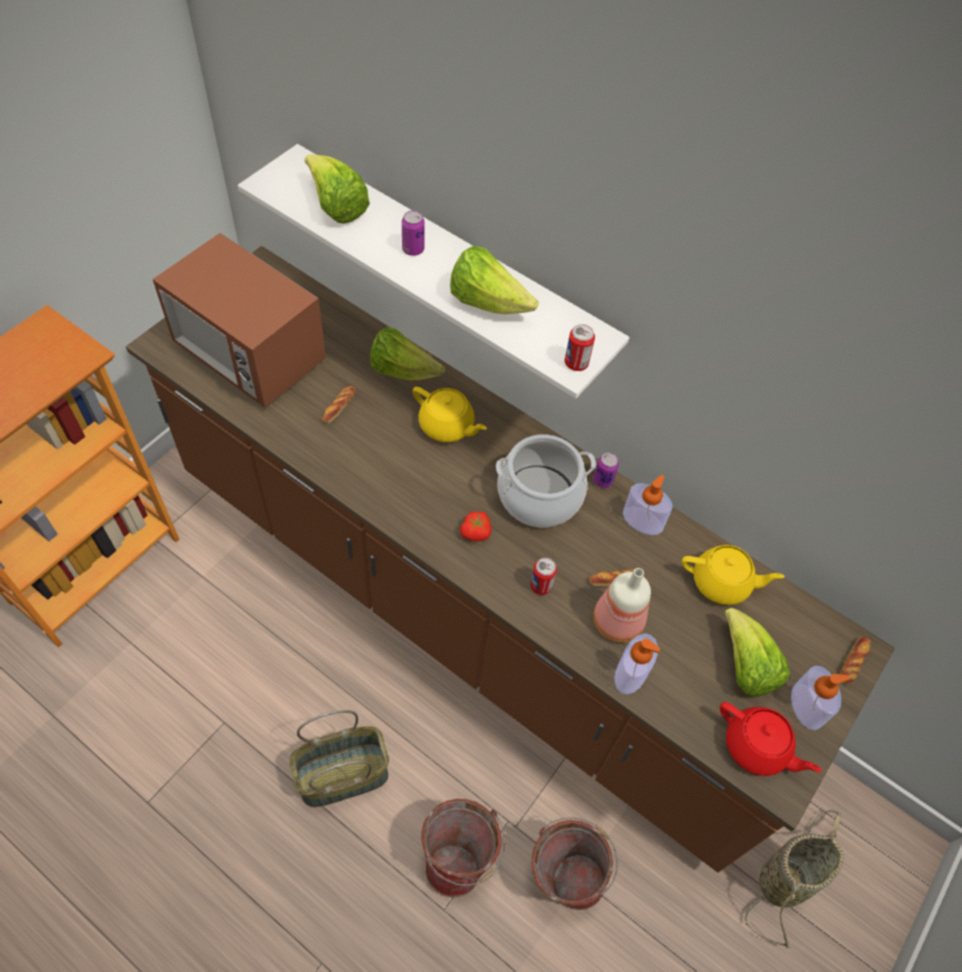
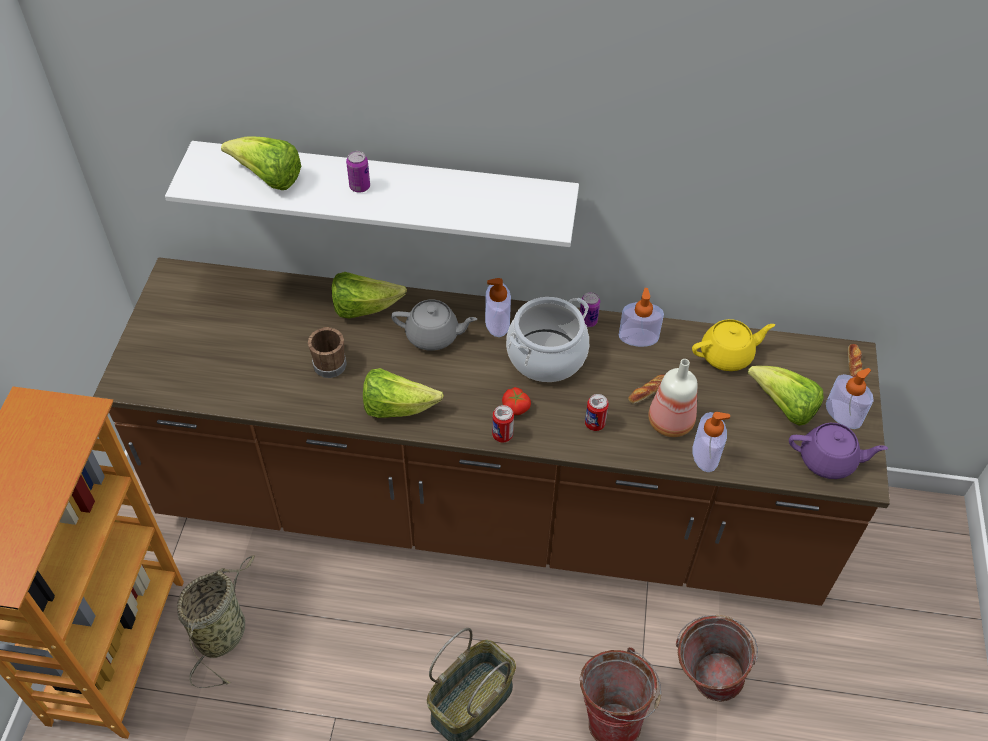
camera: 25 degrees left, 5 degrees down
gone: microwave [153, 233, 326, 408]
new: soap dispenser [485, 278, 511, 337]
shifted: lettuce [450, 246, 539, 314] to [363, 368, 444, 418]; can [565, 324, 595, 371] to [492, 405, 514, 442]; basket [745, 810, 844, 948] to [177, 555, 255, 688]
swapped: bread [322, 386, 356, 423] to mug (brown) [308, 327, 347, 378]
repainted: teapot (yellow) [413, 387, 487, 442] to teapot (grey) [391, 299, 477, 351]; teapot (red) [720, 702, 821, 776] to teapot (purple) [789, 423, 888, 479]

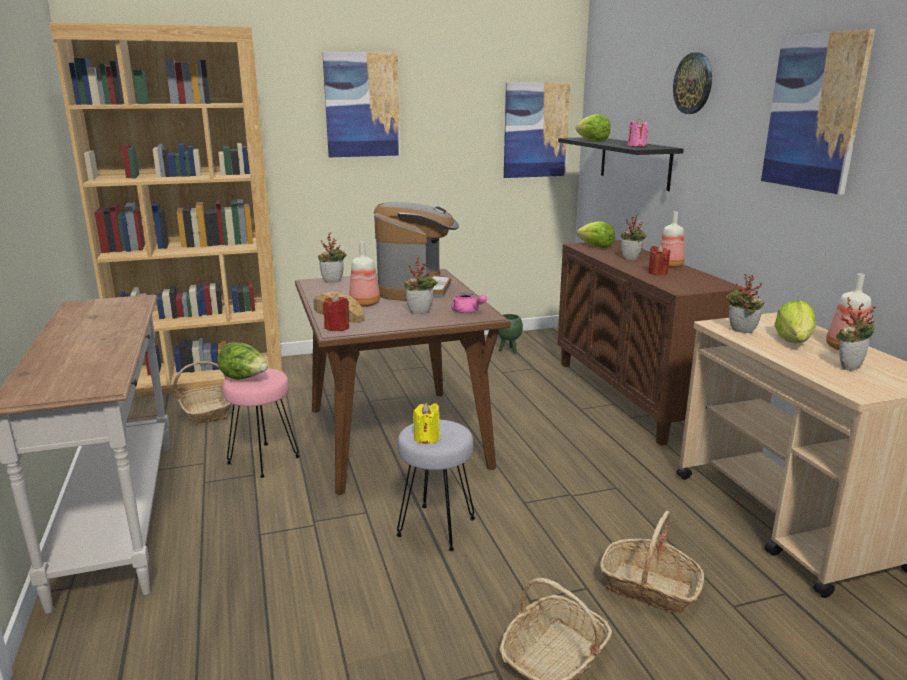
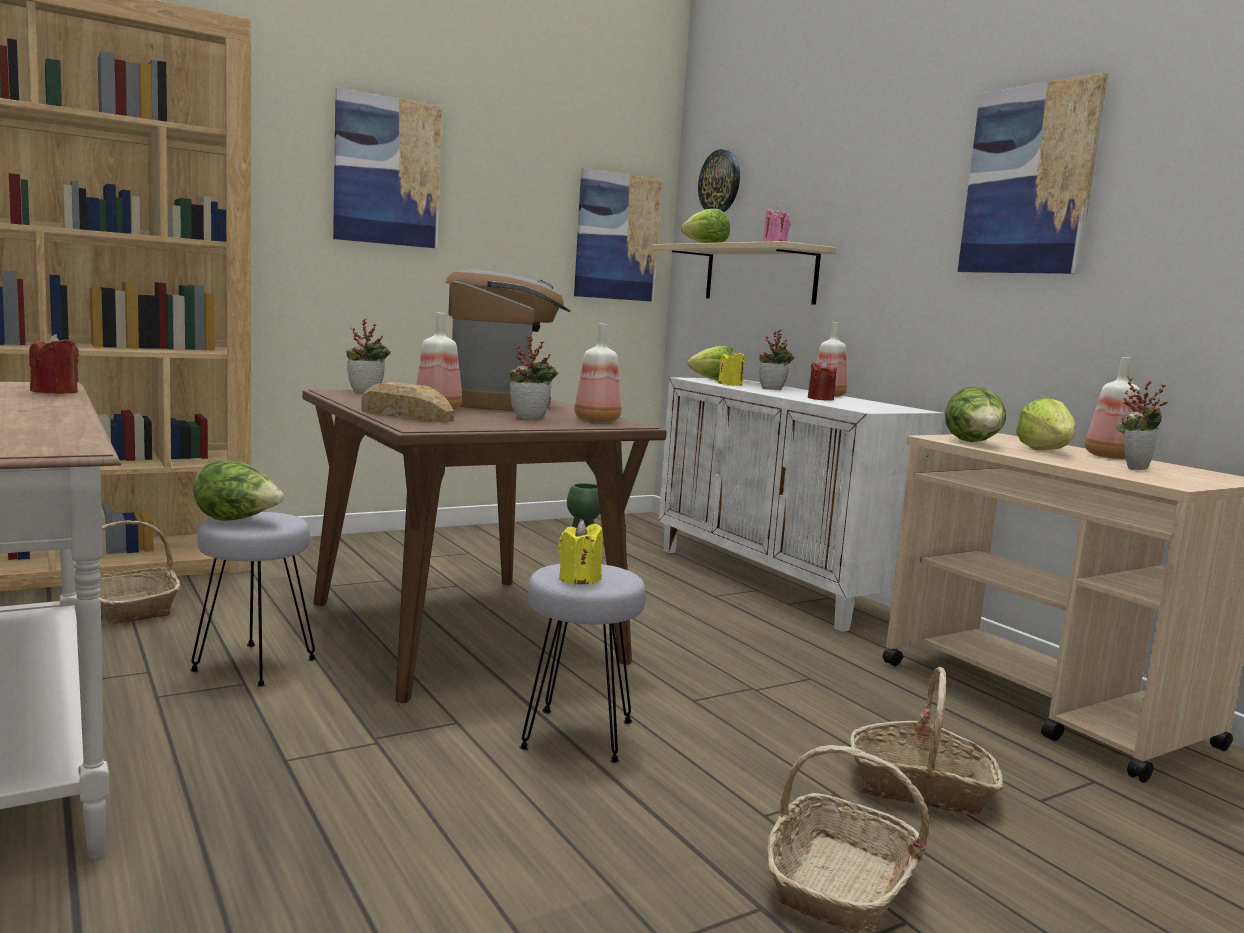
camera: 15 degrees left, 10 degrees down
new: candle (yellow) [718, 350, 746, 386]
shifted: wall clock [673, 53, 712, 114] to [698, 149, 740, 212]; candle (red) [323, 294, 349, 331] to [29, 334, 79, 394]
swapped: potted plant [726, 274, 764, 333] to lettuce [945, 386, 1006, 442]; teapot (pink) [452, 293, 487, 313] to bottle [574, 324, 621, 422]
repainted: shelf (black) [558, 137, 684, 191] to shelf (beige) [652, 241, 836, 305]; cabinet (brown) [558, 240, 747, 446] to cabinet (white) [659, 377, 944, 632]; stool (pink) [223, 368, 300, 478] to stool (grey) [190, 512, 317, 687]

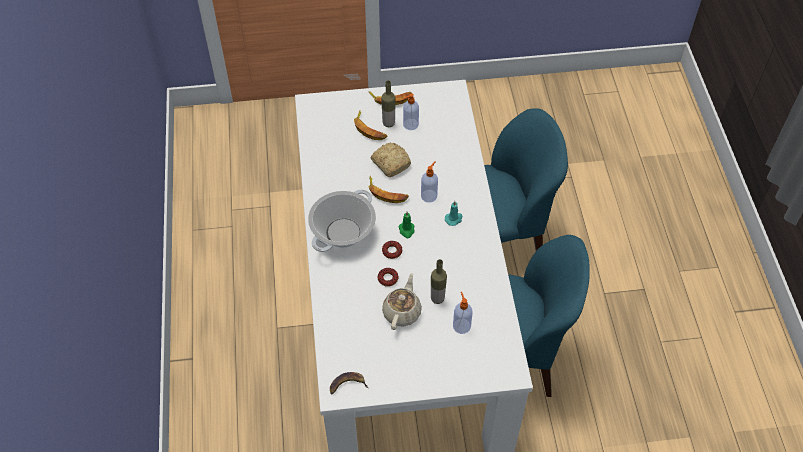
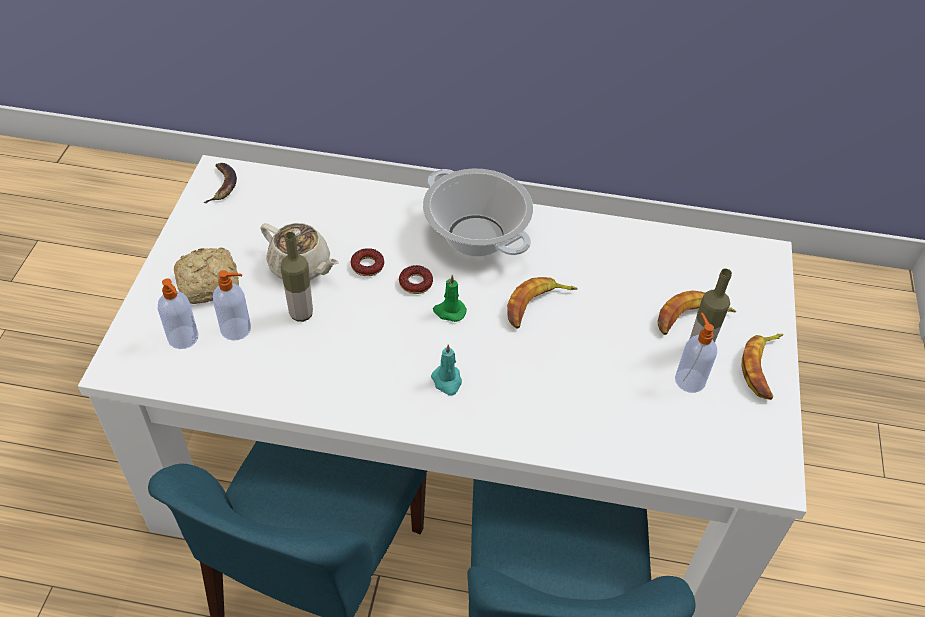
camera: 105 degrees right, 5 degrees down
shifted: bread [371, 143, 411, 177] to [174, 247, 239, 304]; soap dispenser [421, 161, 438, 203] to [158, 278, 198, 349]

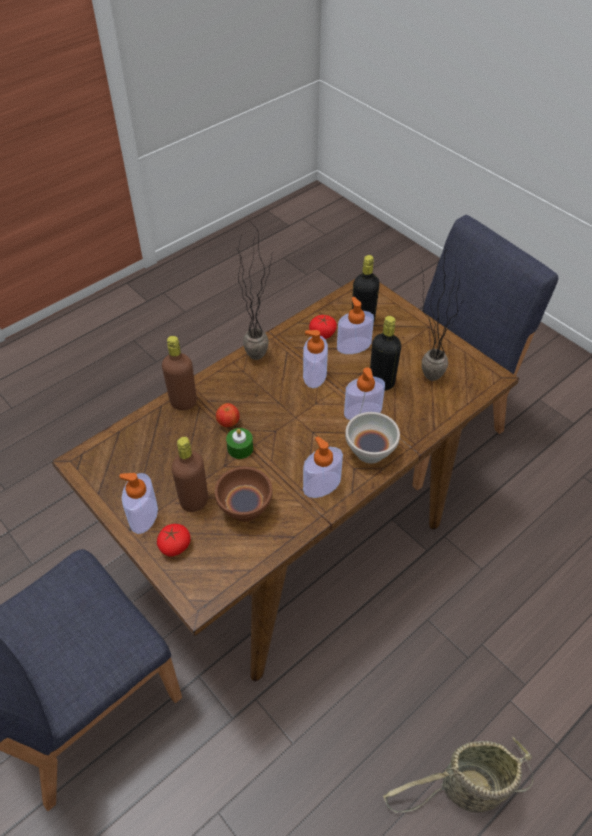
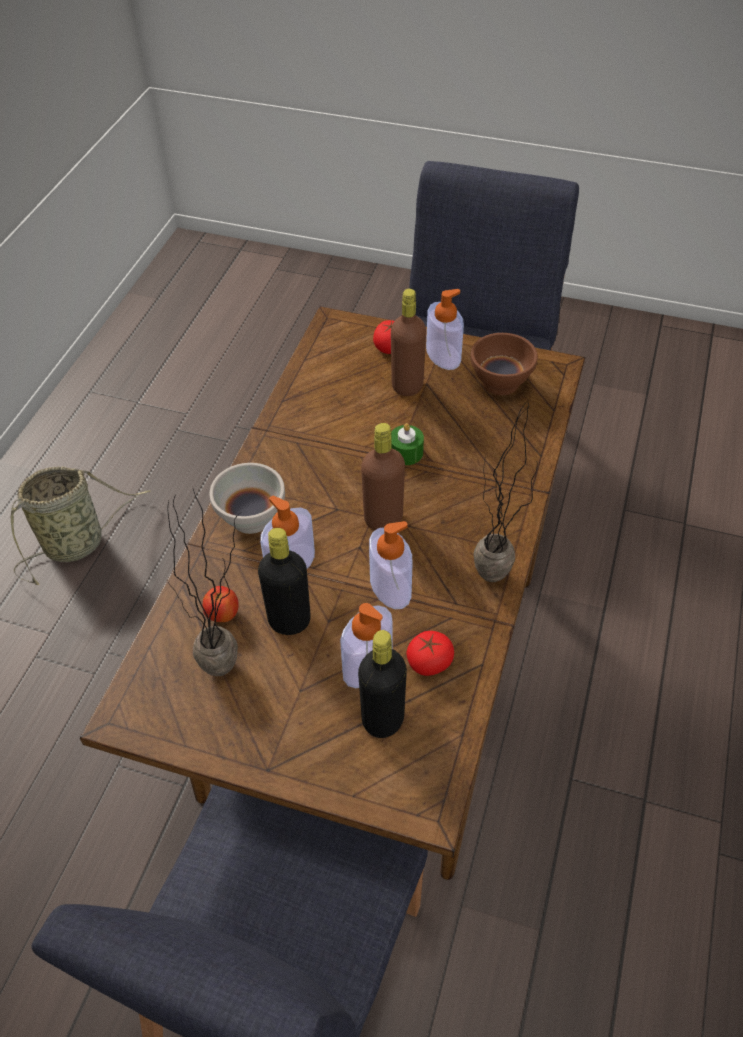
camera: 150 degrees right, 0 degrees up
gone: soap dispenser [303, 436, 343, 498]
shifted: bottle (brown) [162, 336, 197, 410] to [361, 423, 405, 530]; apple [216, 403, 240, 427] to [203, 586, 239, 622]; bowl (brown) [215, 467, 273, 522] to [471, 333, 538, 395]

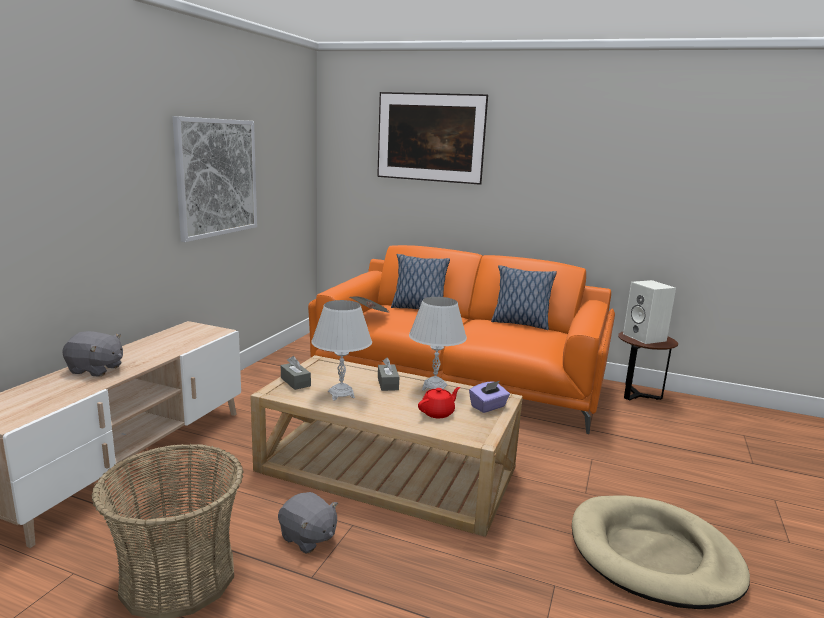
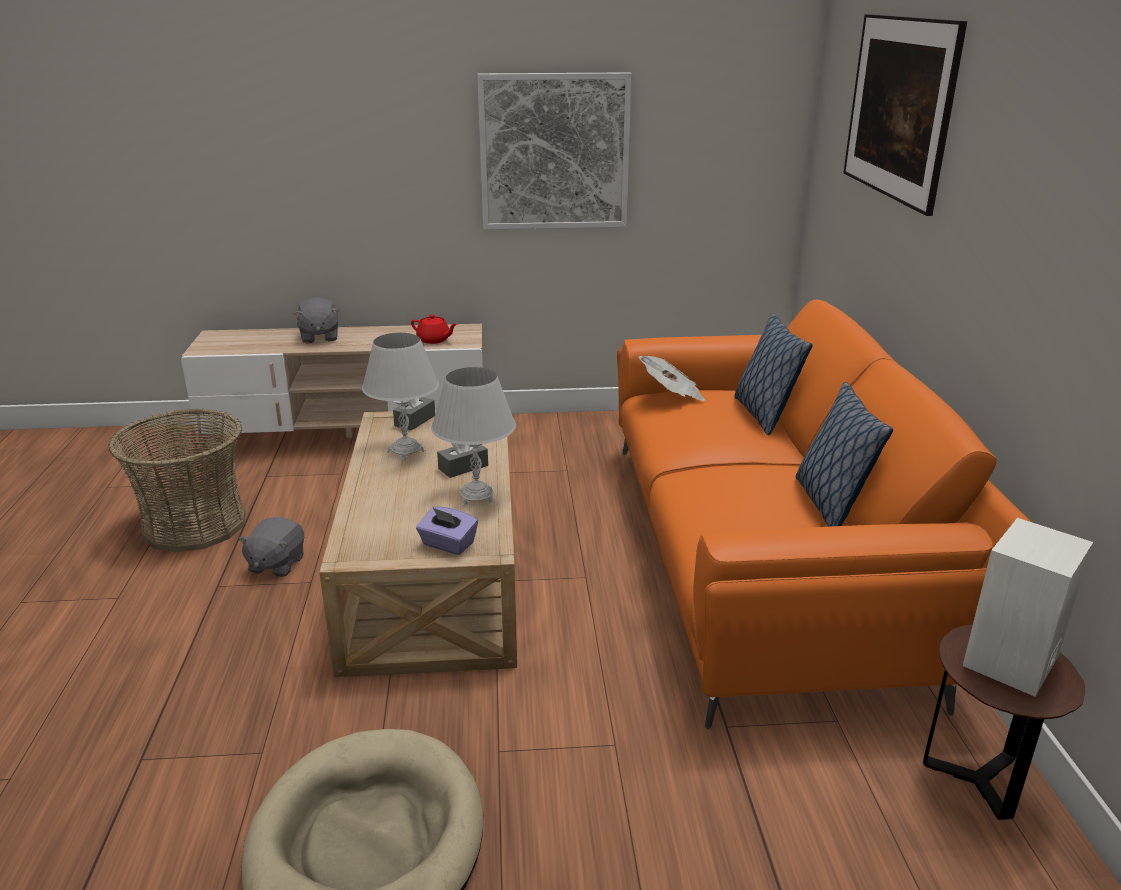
camera: 65 degrees right, 10 degrees up
shifted: teapot (red) [418, 387, 460, 418] to [411, 315, 457, 344]

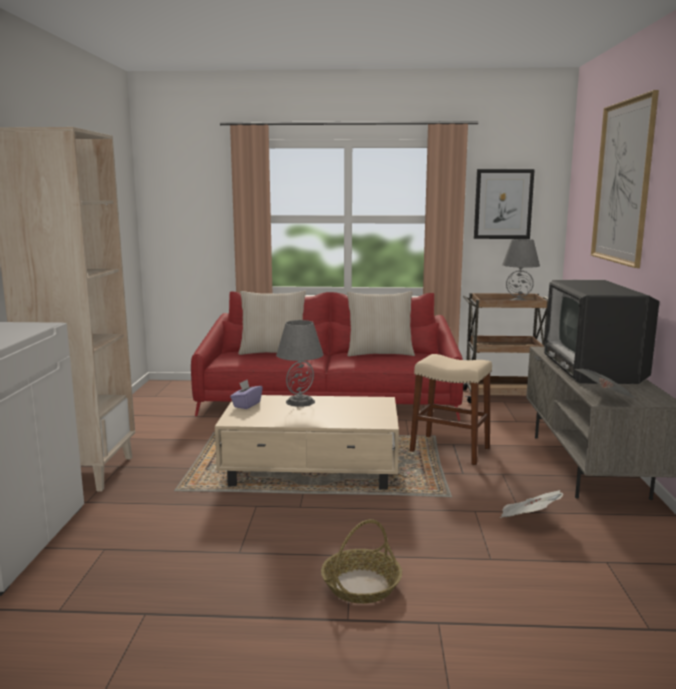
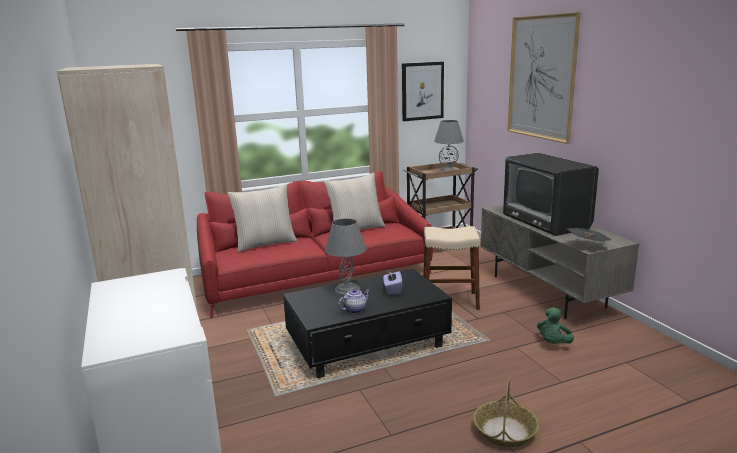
camera: 25 degrees left, 5 degrees up
new: teapot [338, 289, 370, 314]
shifted: tissue box (purple) [230, 380, 263, 409] to [383, 270, 402, 295]
swapped: newspaper [500, 490, 563, 518] to plush toy (green) [537, 307, 574, 344]
repainted: coffee table (beige) [215, 395, 399, 490] to coffee table (black) [283, 269, 452, 378]

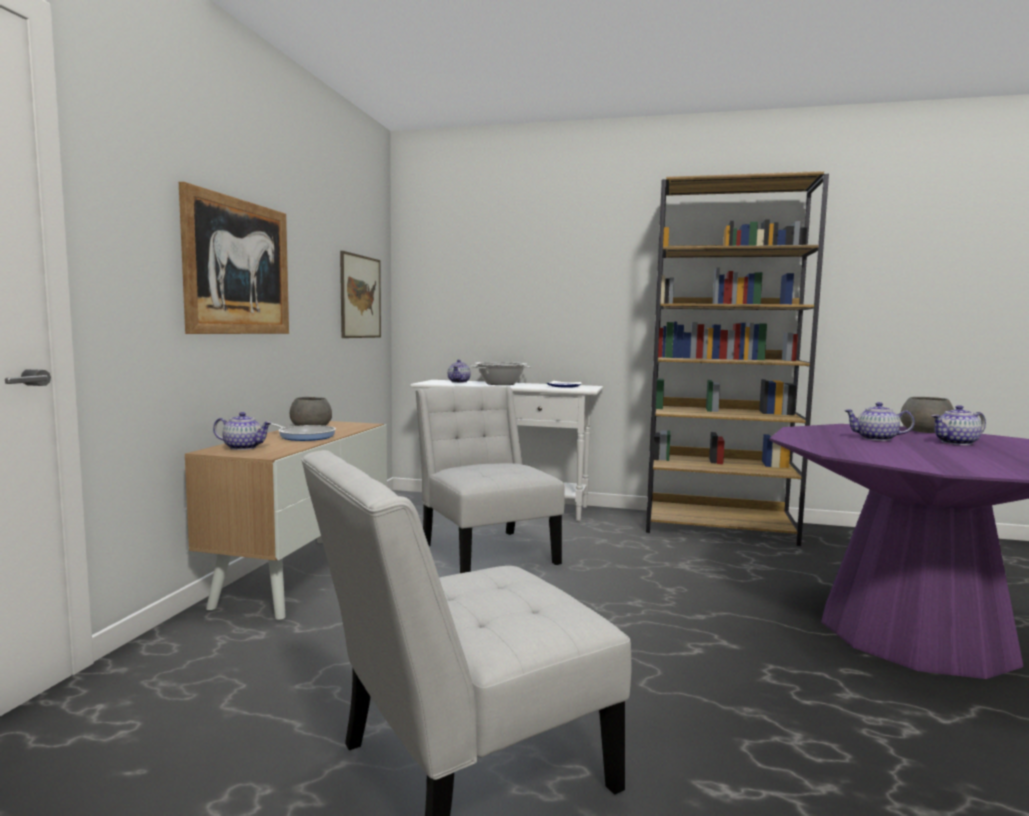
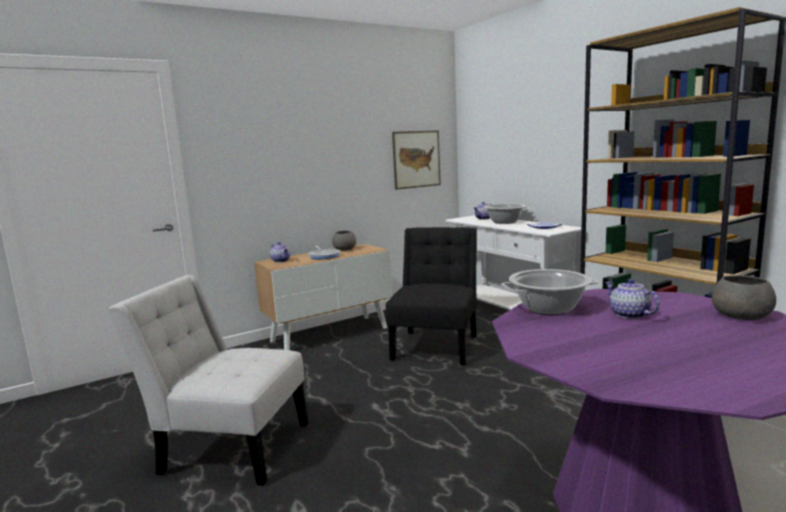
camera: 45 degrees right, 5 degrees up
gone: picture [179, 182, 289, 334]; teapot [932, 405, 986, 445]
new: cooking pot [501, 269, 598, 315]
repainted: chair (white) [416, 386, 565, 573] to chair (black) [386, 227, 477, 366]

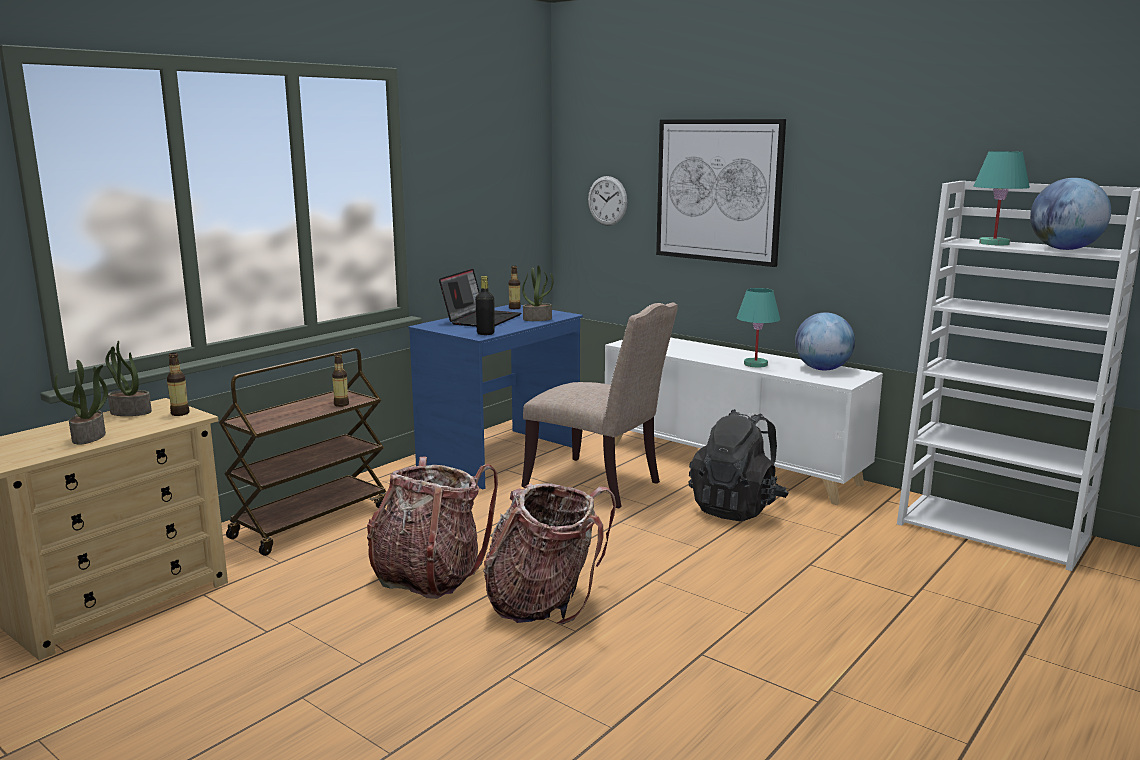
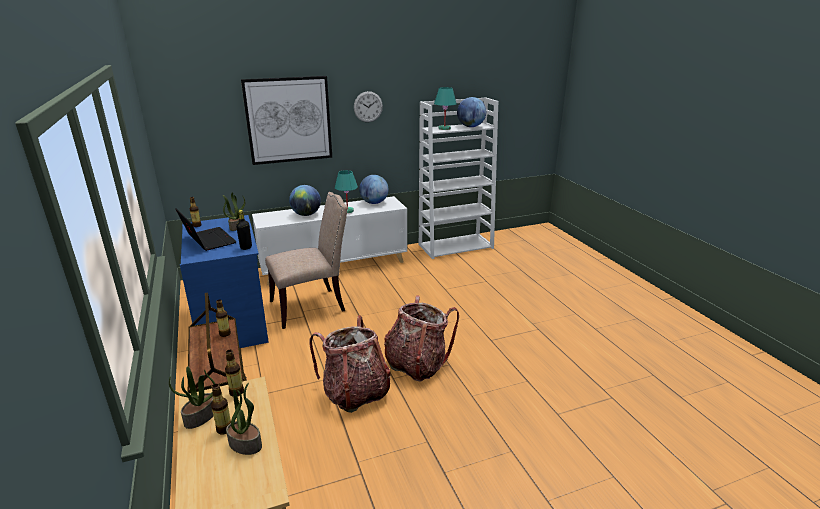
camera: 60 degrees left, 10 degrees up
gone: backpack (black) [689, 409, 789, 521]
new: globe [289, 185, 321, 216]; bottle [211, 384, 231, 435]
shifted: wall clock [588, 176, 627, 225] to [354, 91, 383, 122]

